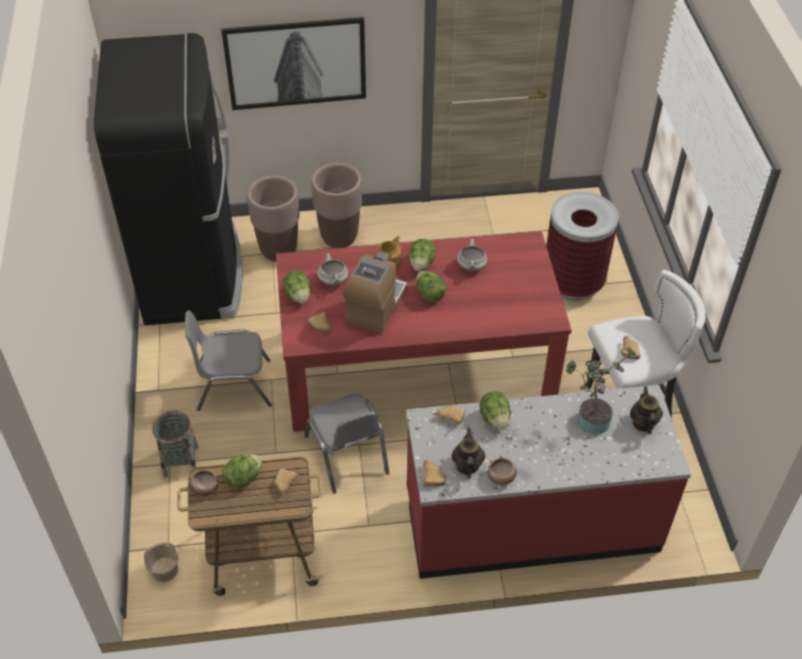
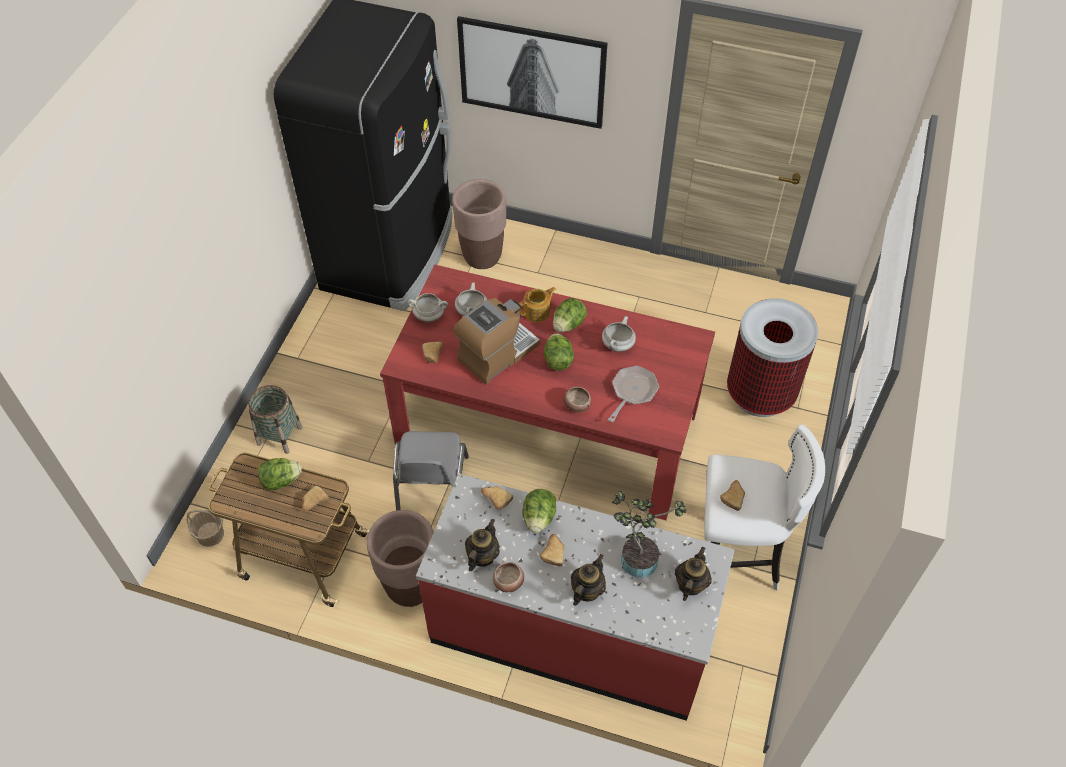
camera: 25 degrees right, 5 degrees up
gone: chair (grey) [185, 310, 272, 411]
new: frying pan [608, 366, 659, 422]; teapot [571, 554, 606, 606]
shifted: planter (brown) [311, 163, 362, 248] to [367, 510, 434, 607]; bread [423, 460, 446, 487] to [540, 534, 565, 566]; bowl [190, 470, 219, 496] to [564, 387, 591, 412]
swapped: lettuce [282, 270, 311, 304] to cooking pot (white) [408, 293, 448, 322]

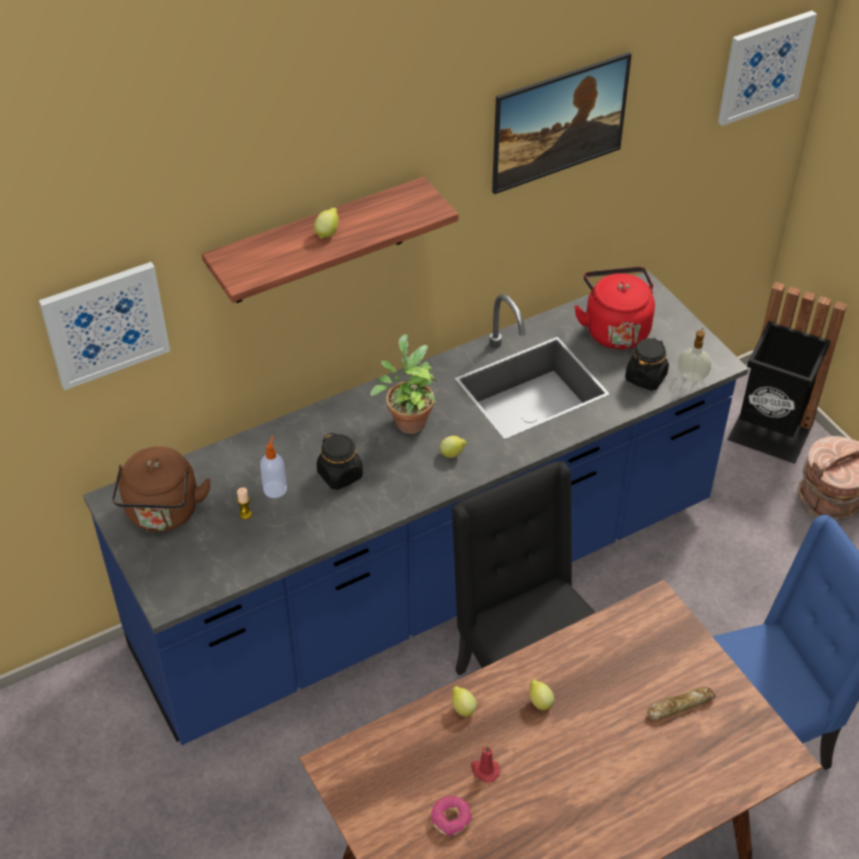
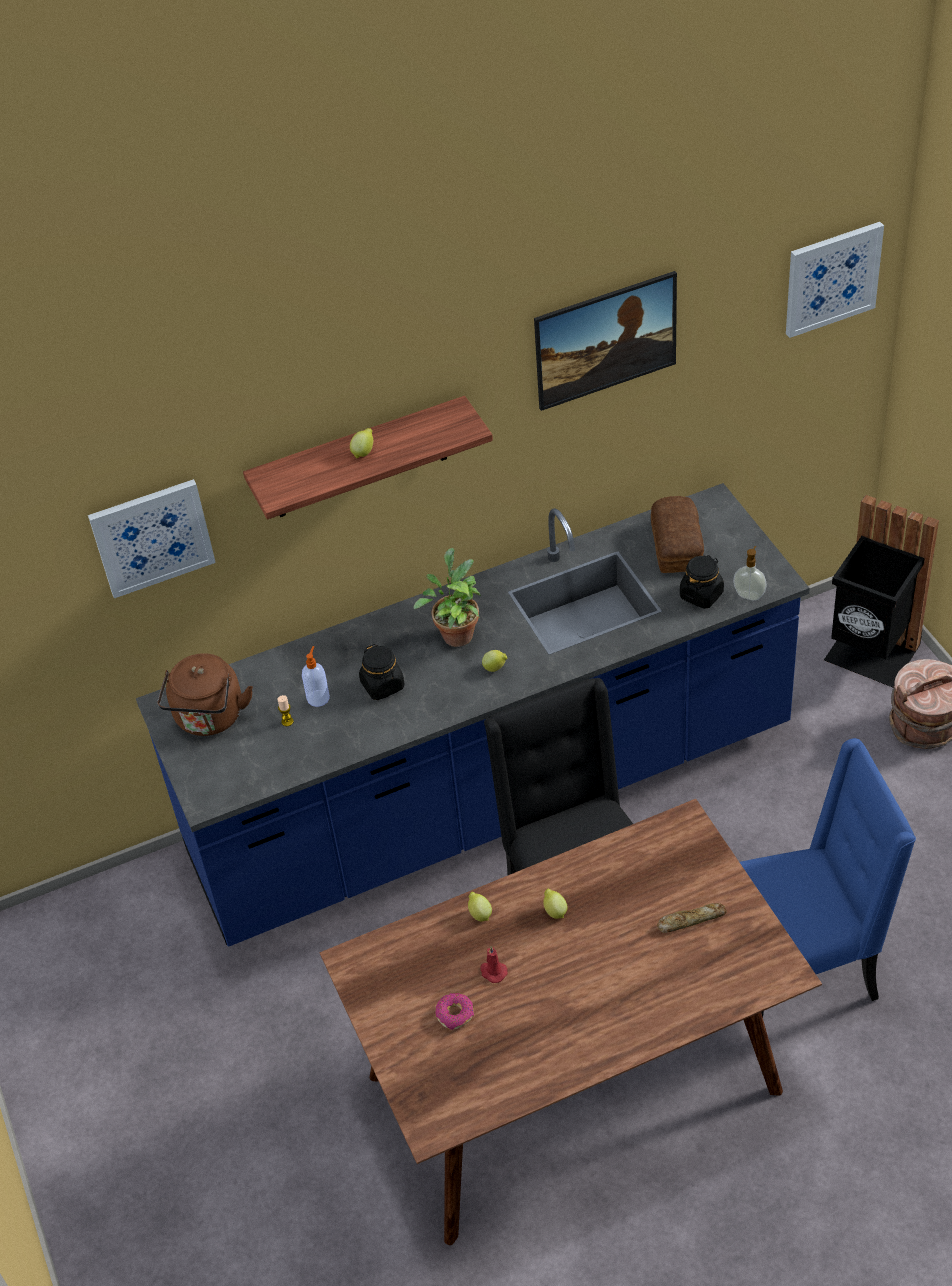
camera: 10 degrees right, 0 degrees up
swapped: kettle (red) [574, 267, 655, 349] to bread [651, 496, 704, 573]

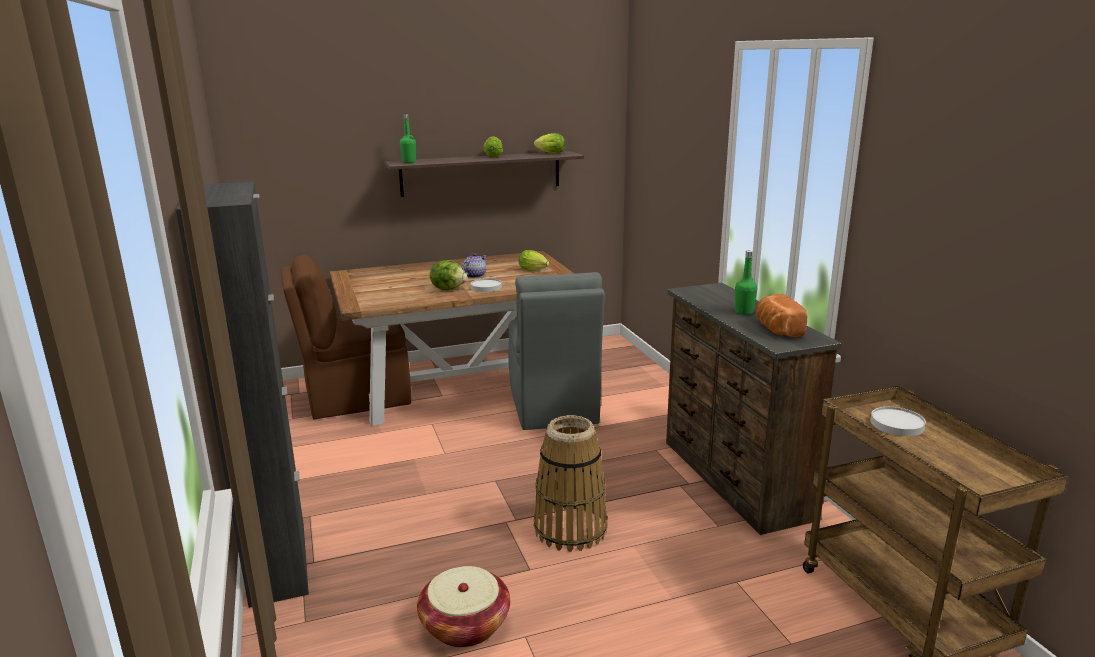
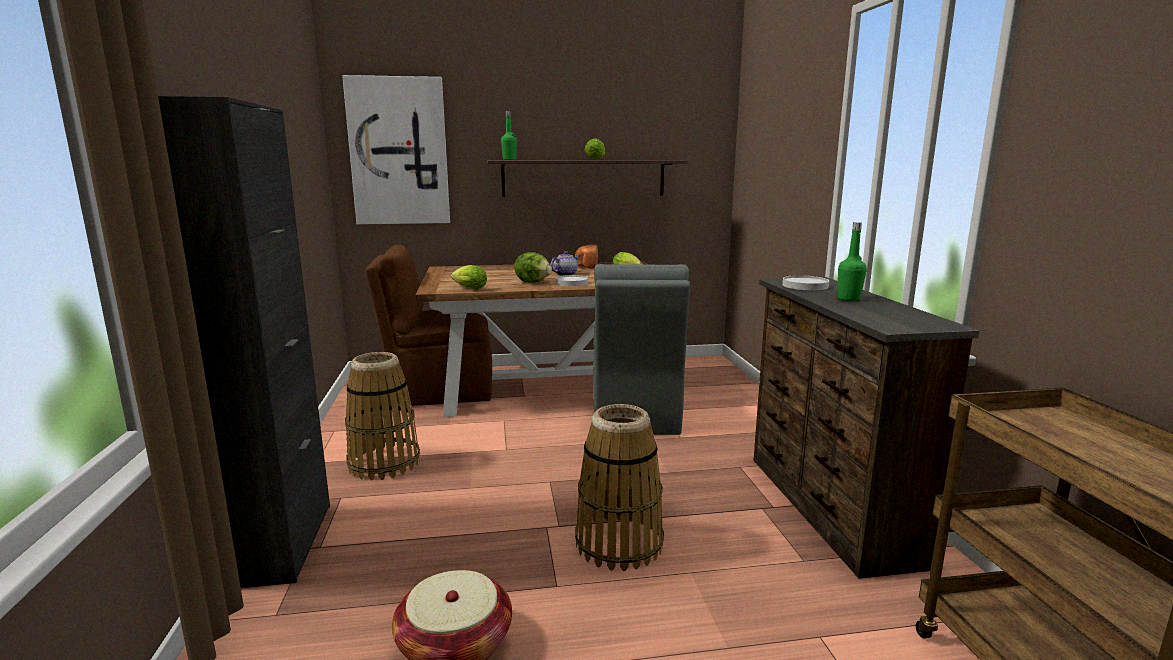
camera: 10 degrees right, 5 degrees down
new: picture [342, 75, 450, 225]; basket [345, 352, 420, 480]
shifted: lettuce [534, 133, 565, 154] to [451, 265, 487, 289]; bread [756, 294, 807, 337] to [575, 245, 598, 269]; plate (white) [870, 407, 926, 436] to [783, 275, 829, 290]

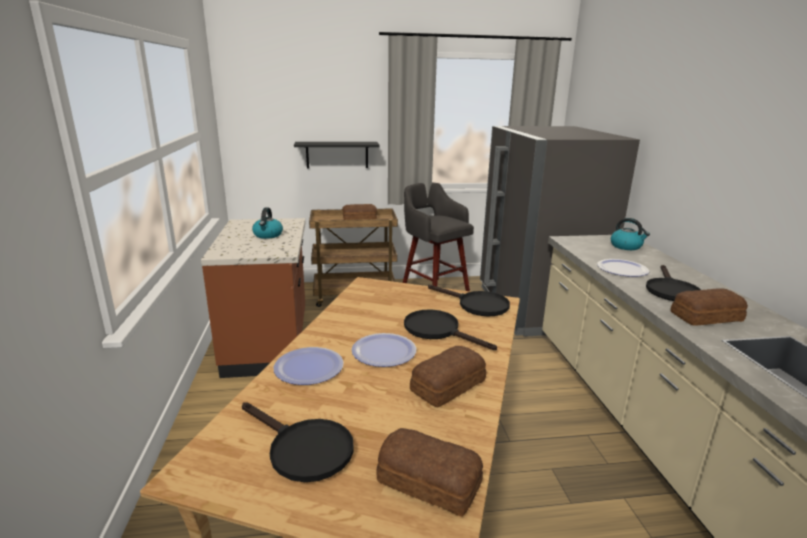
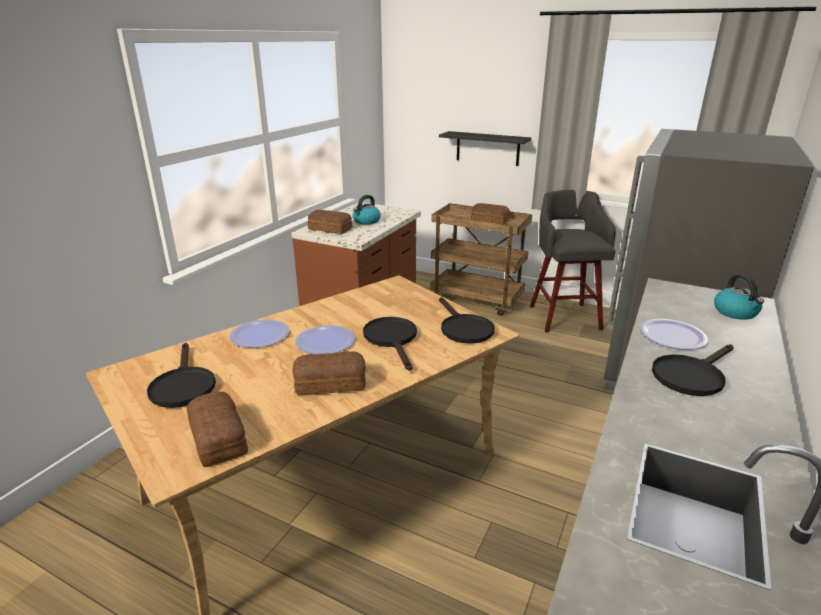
camera: 35 degrees right, 5 degrees up
shifted: bread [671, 288, 748, 326] to [308, 210, 353, 234]

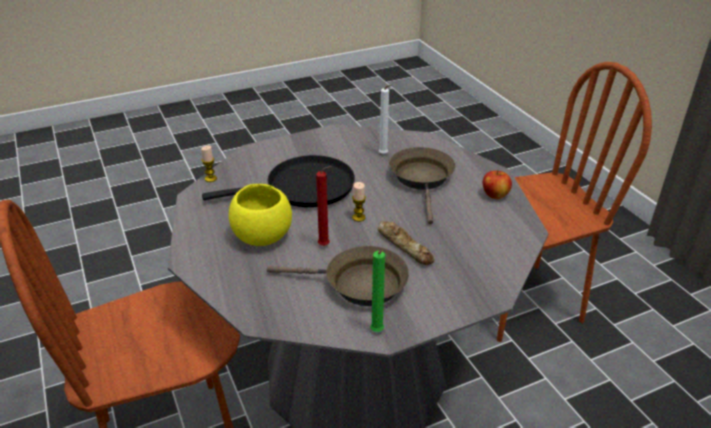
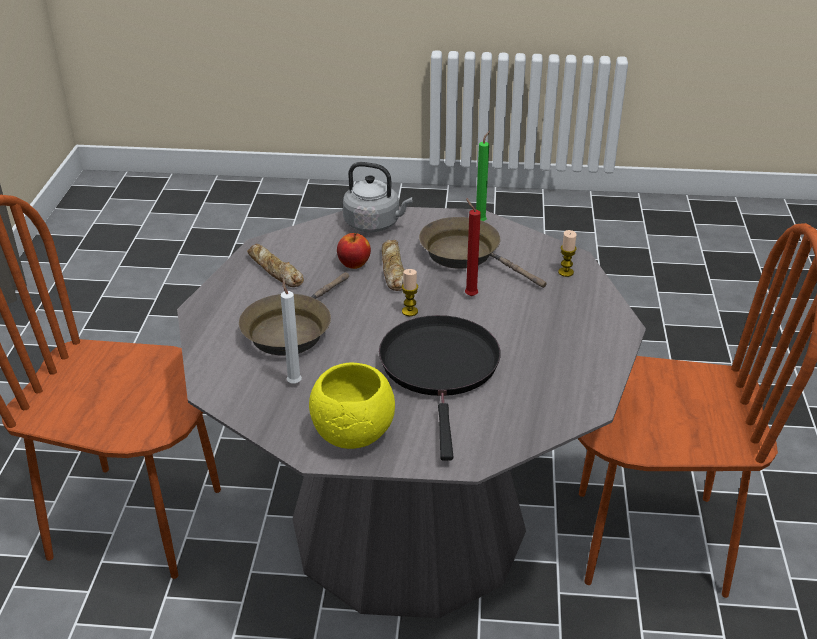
camera: 150 degrees left, 0 degrees up
new: kettle (grey) [343, 162, 413, 232]; bread [247, 244, 304, 287]
shifted: candle [201, 146, 217, 182] to [558, 230, 577, 277]; apple [483, 170, 512, 199] to [337, 233, 371, 269]; bowl (yellow) [229, 184, 292, 246] to [309, 363, 395, 449]
rotated: frying pan (black) [202, 155, 355, 208] = [379, 315, 501, 461] 75 degrees clockwise

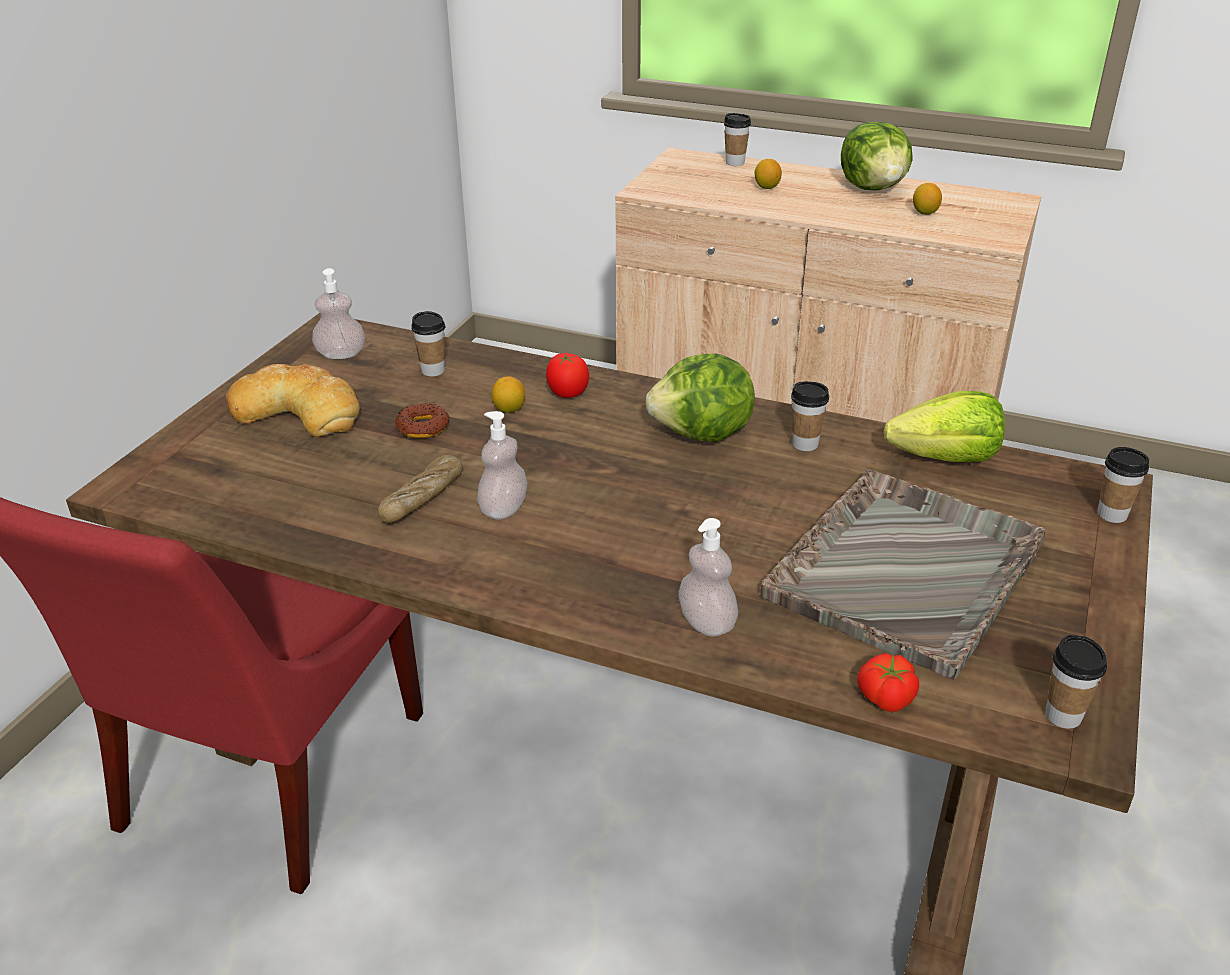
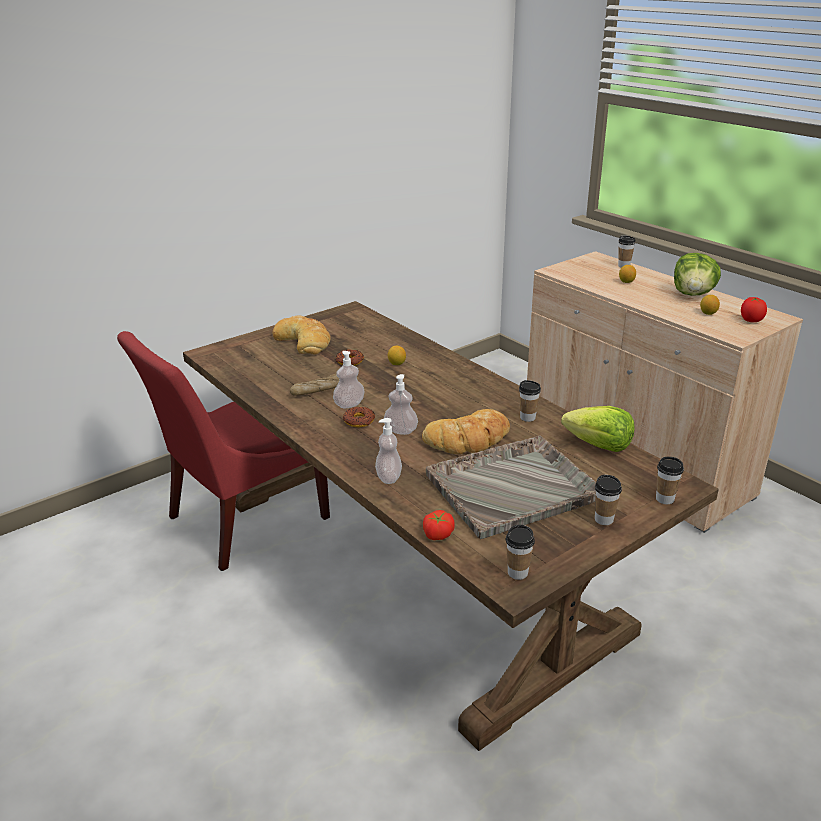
camera: 30 degrees right, 5 degrees down
gone: lettuce [646, 353, 755, 442]
new: donut [343, 407, 375, 427]; bread [422, 409, 510, 454]
shifted: soap dispenser [312, 268, 365, 359] to [384, 374, 418, 435]; cup [411, 311, 445, 377] to [595, 475, 622, 525]; tomato [546, 353, 589, 398] to [741, 297, 767, 322]

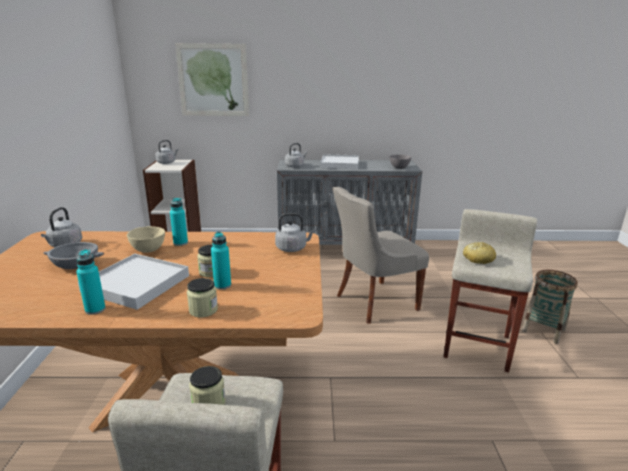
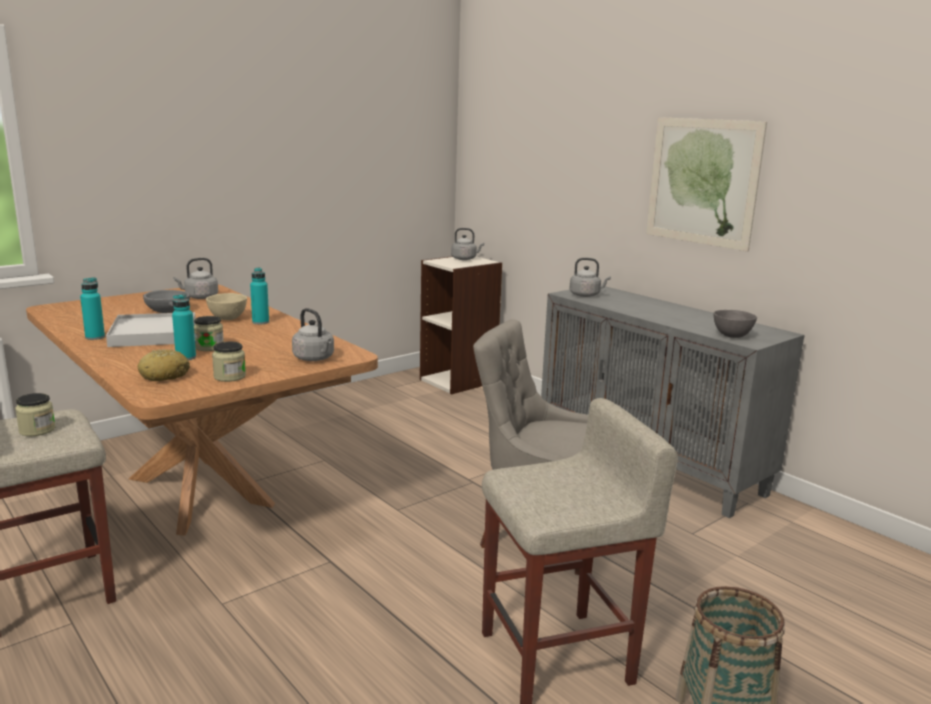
camera: 50 degrees right, 5 degrees down
gone: tray (white) [320, 154, 359, 169]
shifted: picture [175, 43, 249, 116] to [646, 117, 767, 251]; bread [463, 242, 496, 264] to [138, 349, 190, 381]; jar [187, 278, 218, 317] to [212, 342, 246, 382]

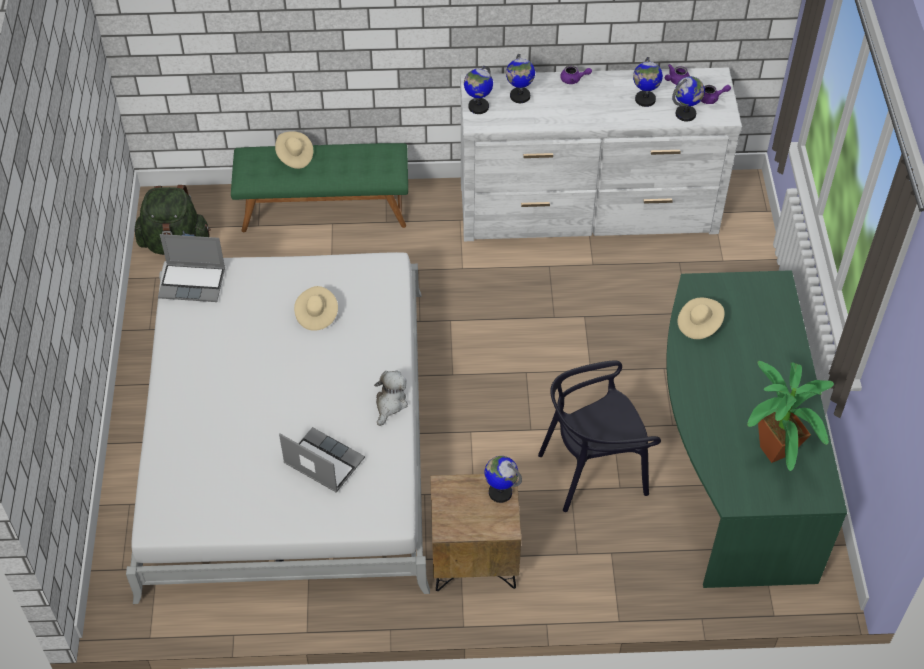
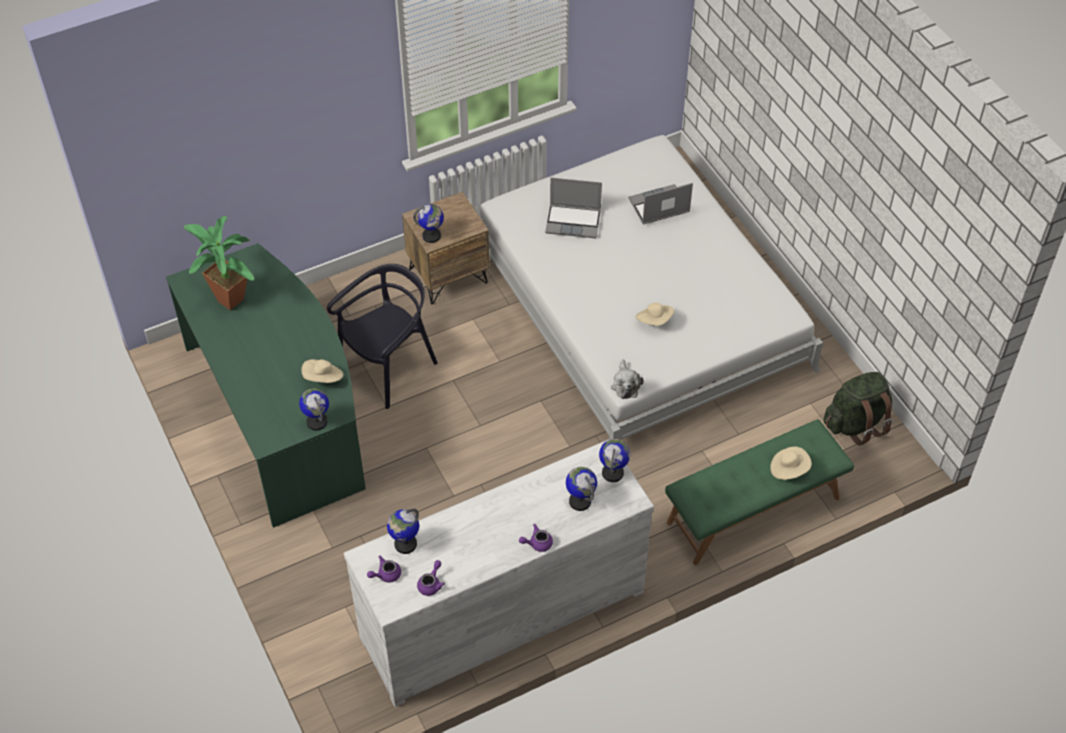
camera: 155 degrees right, 0 degrees up
shifted: globe [633, 57, 663, 107] to [299, 388, 329, 431]; laptop [158, 234, 225, 302] to [628, 183, 693, 225]; plush toy [374, 371, 408, 426] to [611, 359, 643, 399]

